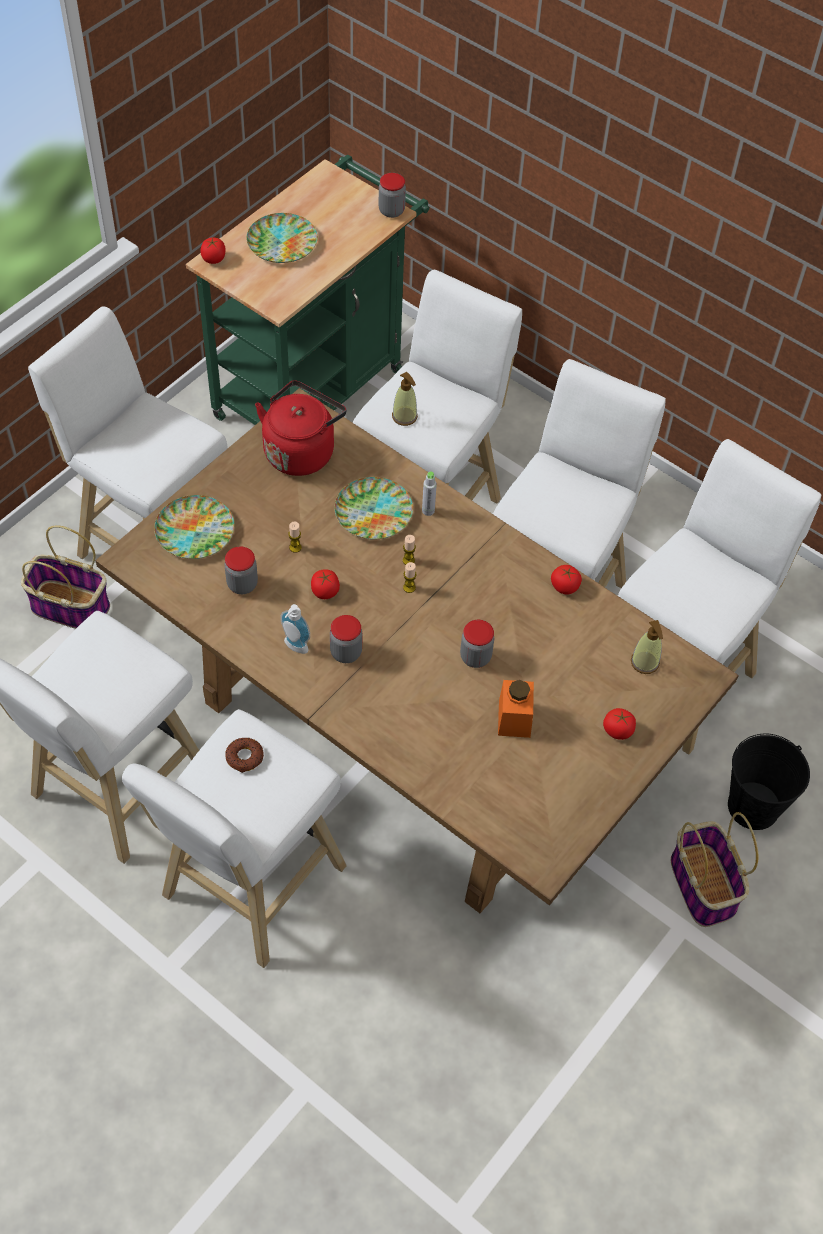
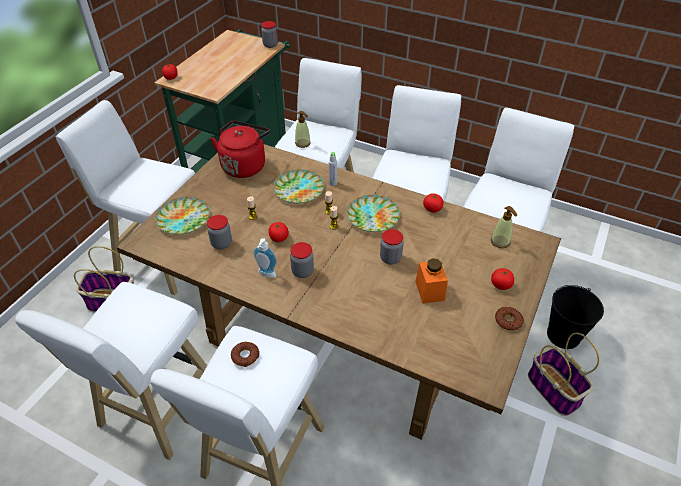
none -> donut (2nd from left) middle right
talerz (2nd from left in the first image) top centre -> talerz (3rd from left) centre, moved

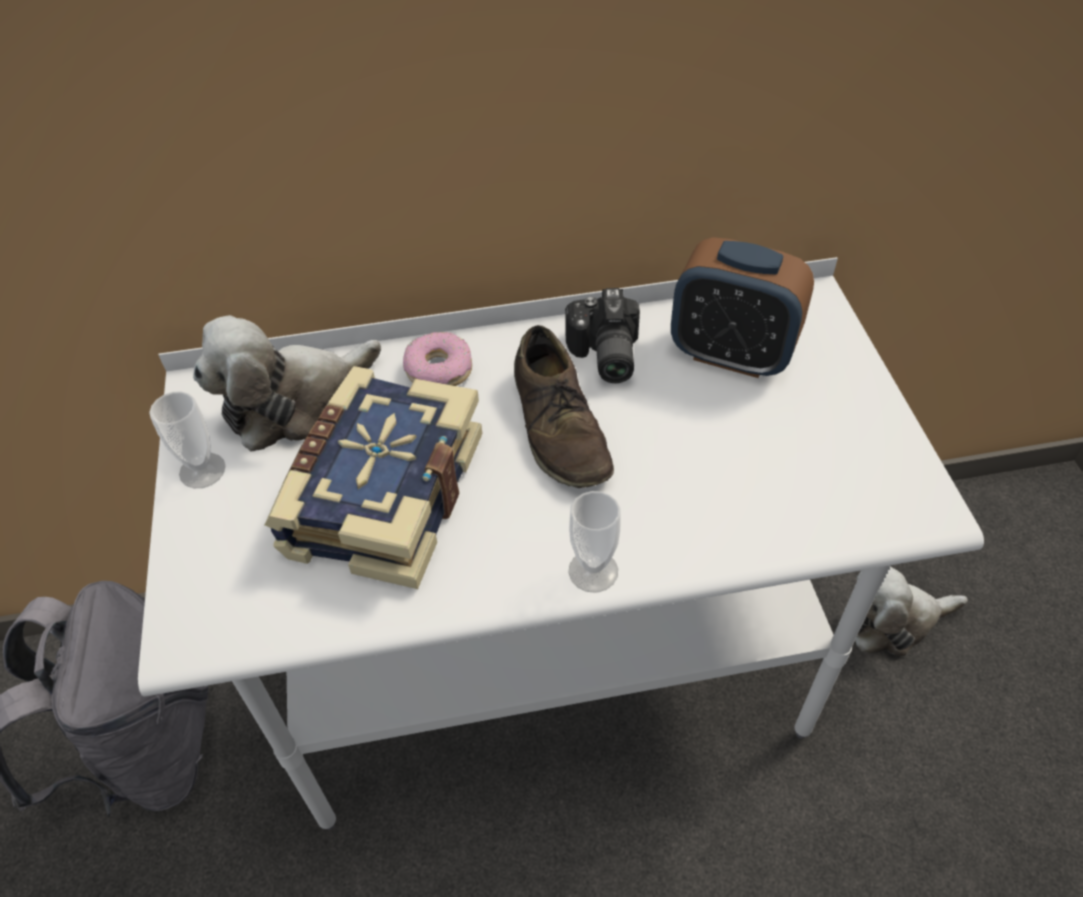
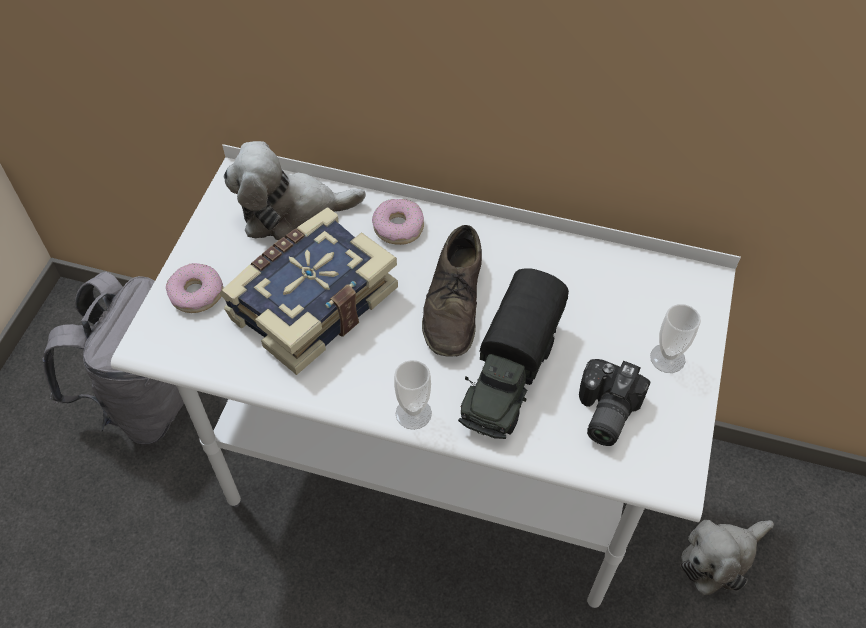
budzik middle right -> none
none -> donut (1st from left) middle left
none -> ciężarówka zabawkowa centre
filiżanka (1st from left in the first image) middle left -> filiżanka (2nd from left) middle right, moved
aparat fotograficzny centre -> aparat fotograficzny middle right, moved
pluszak (2nd from left) bottom right, 45 degrees counterclockwise

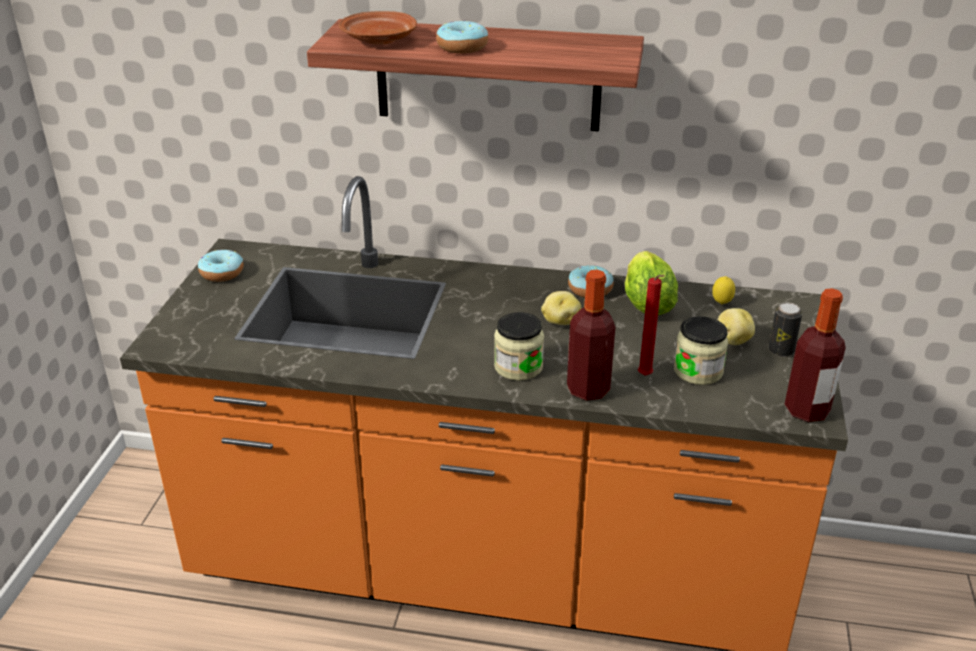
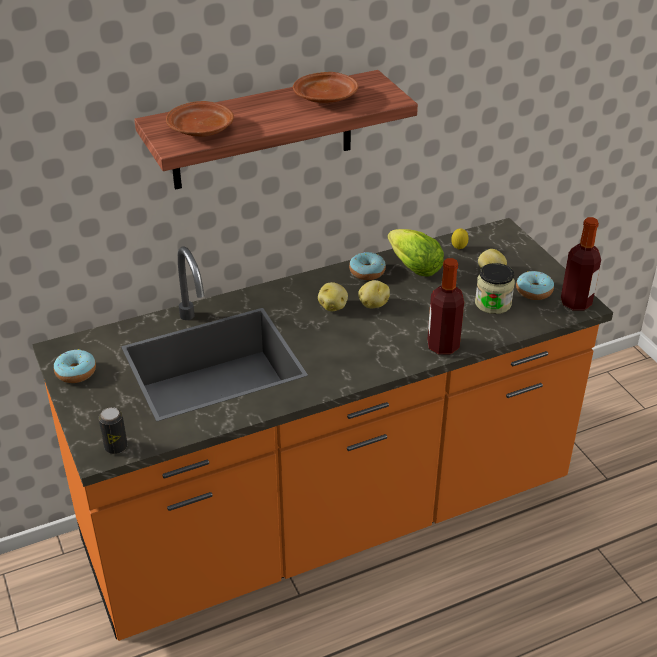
słoik (1st from left) centre -> none
świeca (czerwony) middle right -> none
none -> talerz (brązowy) (2nd from left) top centre
none -> ziemniak (1st from left) centre
donut (2nd from left in the first image) top centre -> donut (3rd from left) middle right, moved
puszka middle right -> puszka middle left, moved

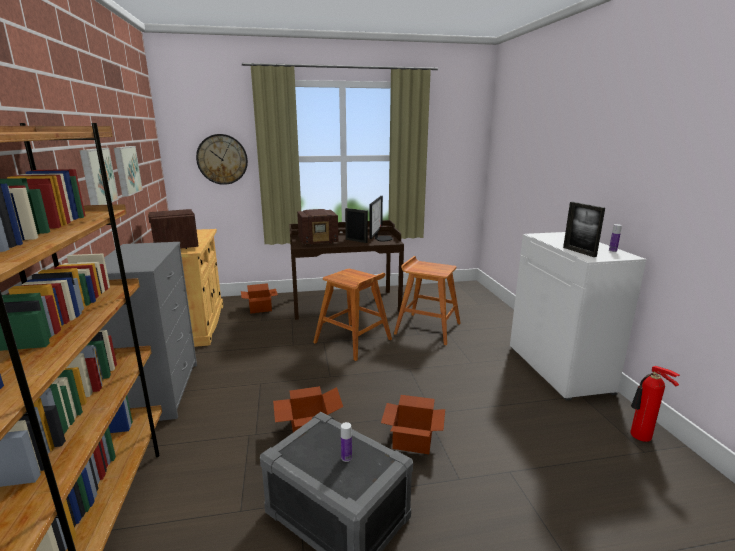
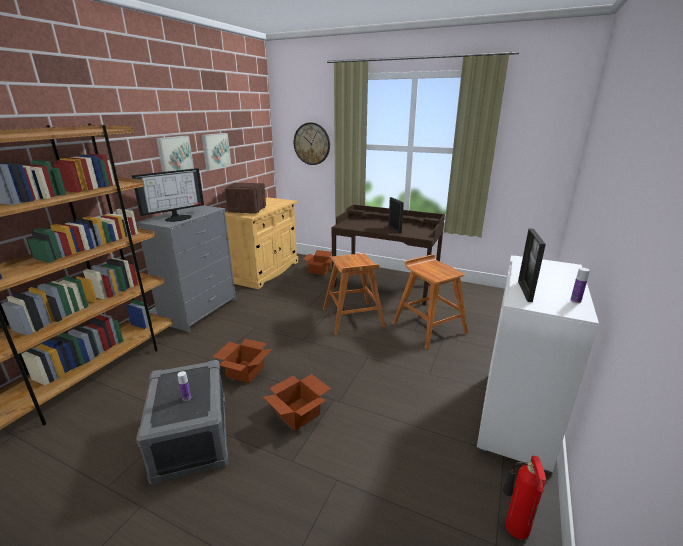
radio (2nd from left) centre -> none
monitor centre -> monitor middle left, moved

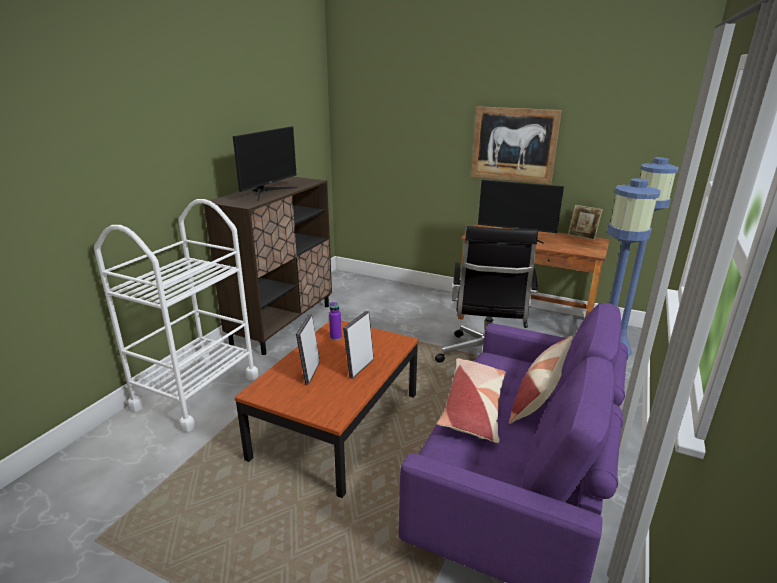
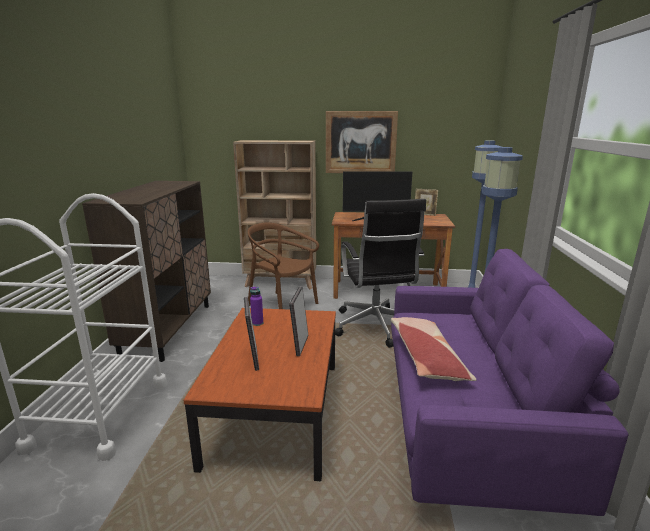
monitor (1st from left) top centre -> none
poduszka (2nd from left) middle right -> none
none -> regał (beżowy) centre
none -> krzesło (brązowy) centre

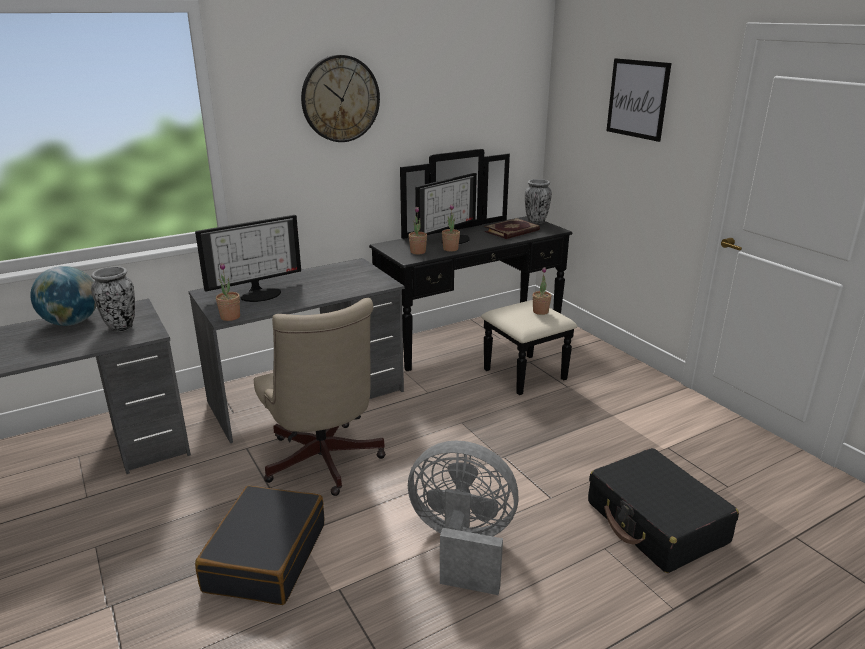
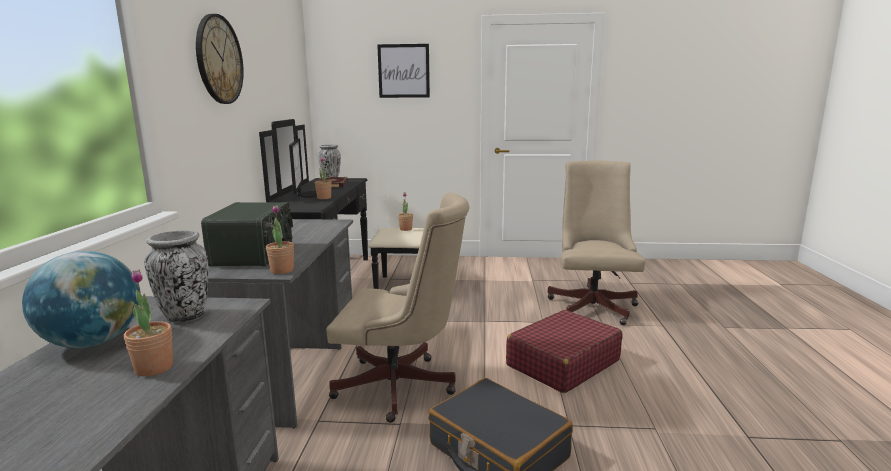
roślina doniczkowa (2nd from left in the first image) centre -> roślina doniczkowa (1st from left) bottom left, moved
monitor (1st from left) middle left -> radio middle left
wentylator (szary) bottom centre -> walizka (czerwony) bottom centre
walizka (czarny) (2nd from left) bottom right -> krzesło biurowe (beżowy) (2nd from left) middle right

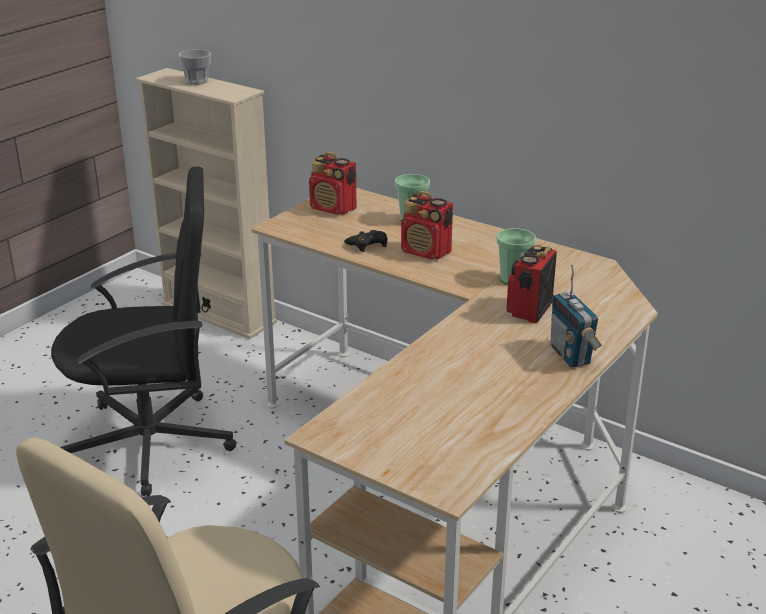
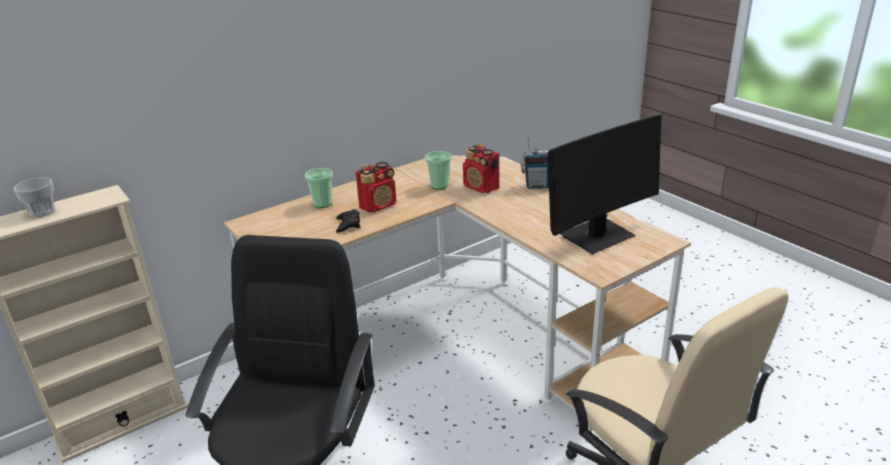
radio (1st from left) top centre -> none
none -> monitor middle right

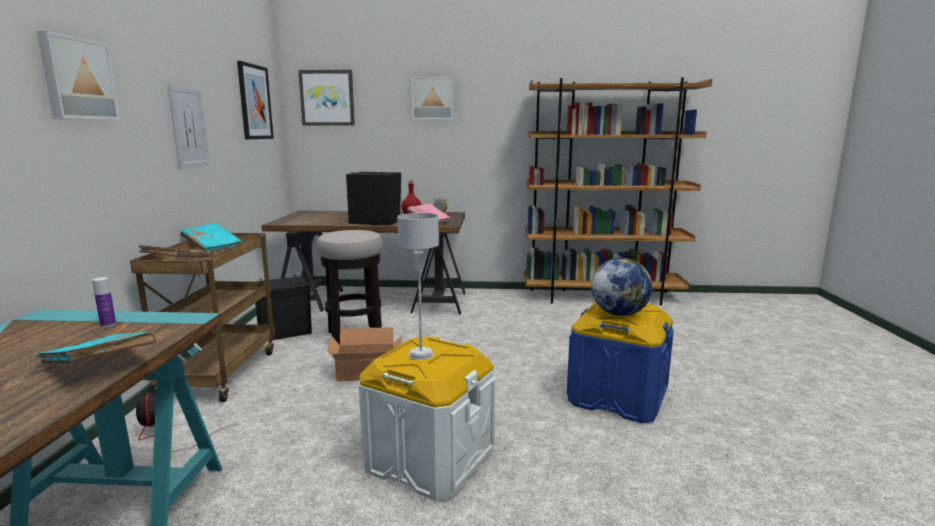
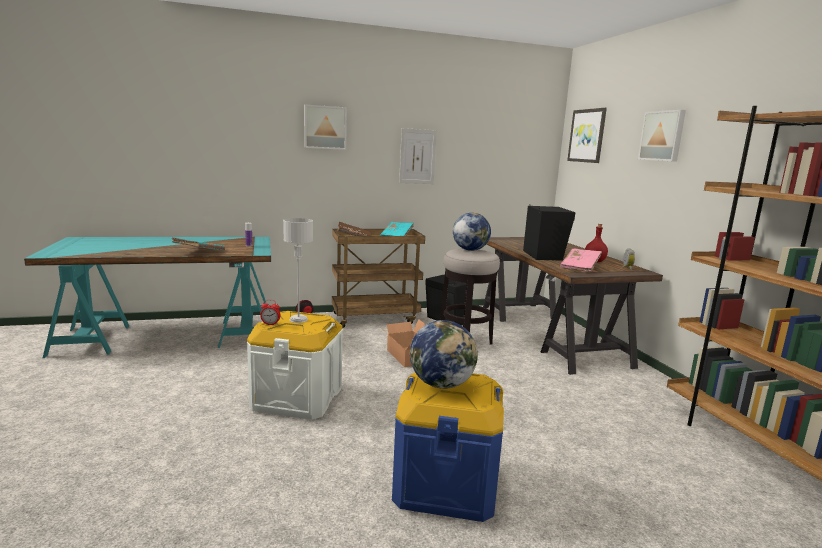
obraz (3rd from left) top left -> none
none -> budzik (1st from left) middle left
none -> globus (2nd from left) centre

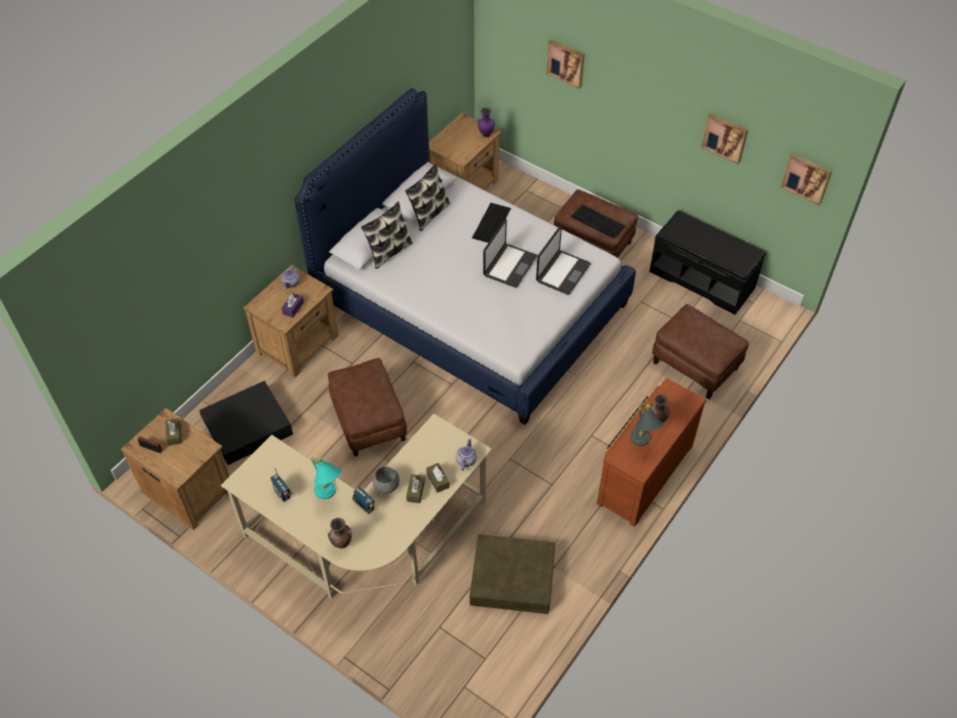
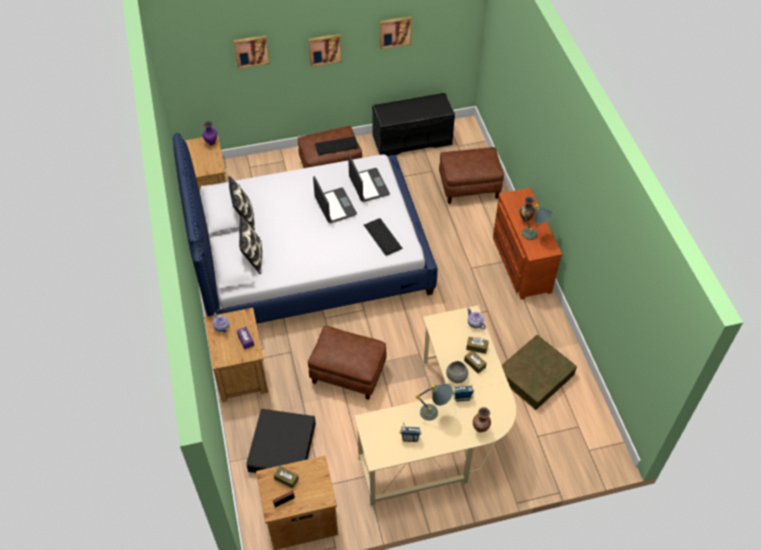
klawiatura (1st from left in the first image) top centre -> klawiatura (2nd from left) centre, moved
obraz (3rd from left in the first image) top right -> obraz (2nd from left) top centre, moved
lampa stołowa (turkusowy) centre -> lampa stołowa (szary) (1st from left) bottom centre

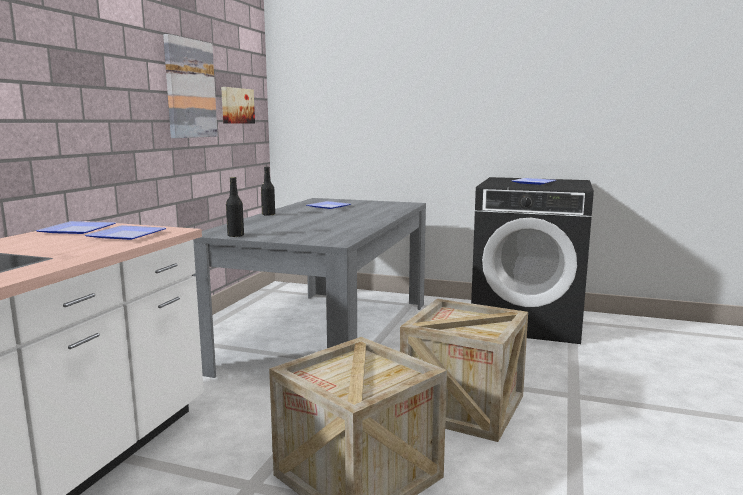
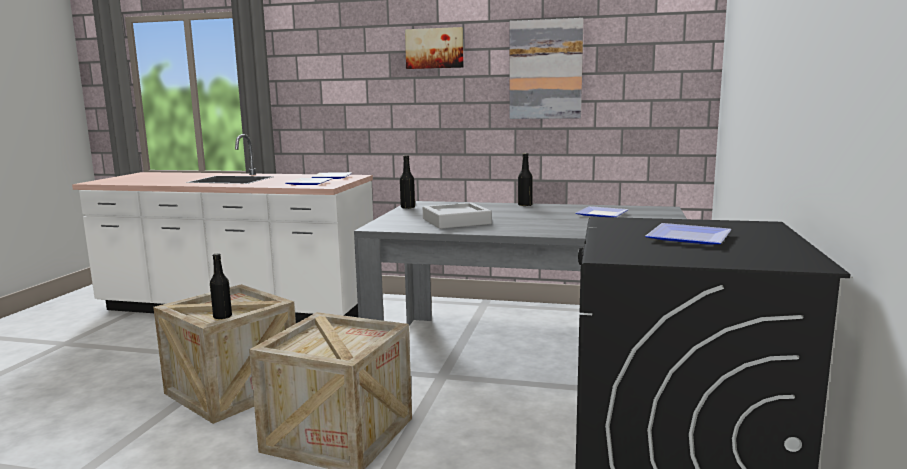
none -> butelka (czarny) (1st from left) middle left
none -> taca (szary) centre
obraz (2nd from left in the first image) top left -> obraz (1st from left) top centre, moved

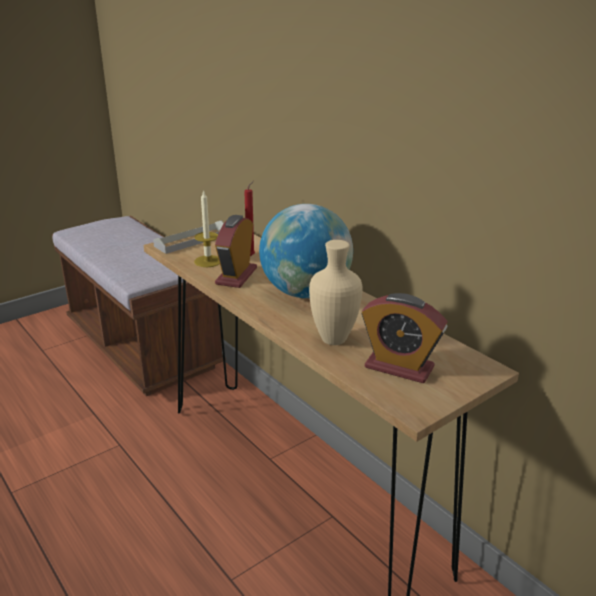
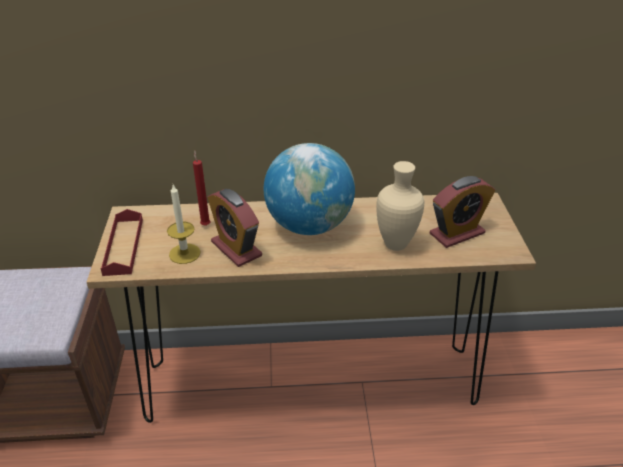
taca (szary) middle left -> taca (czerwony) middle left

